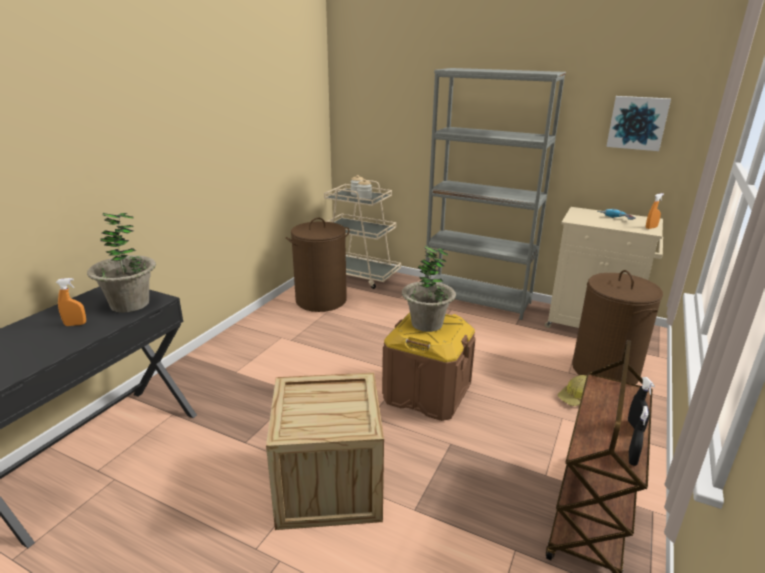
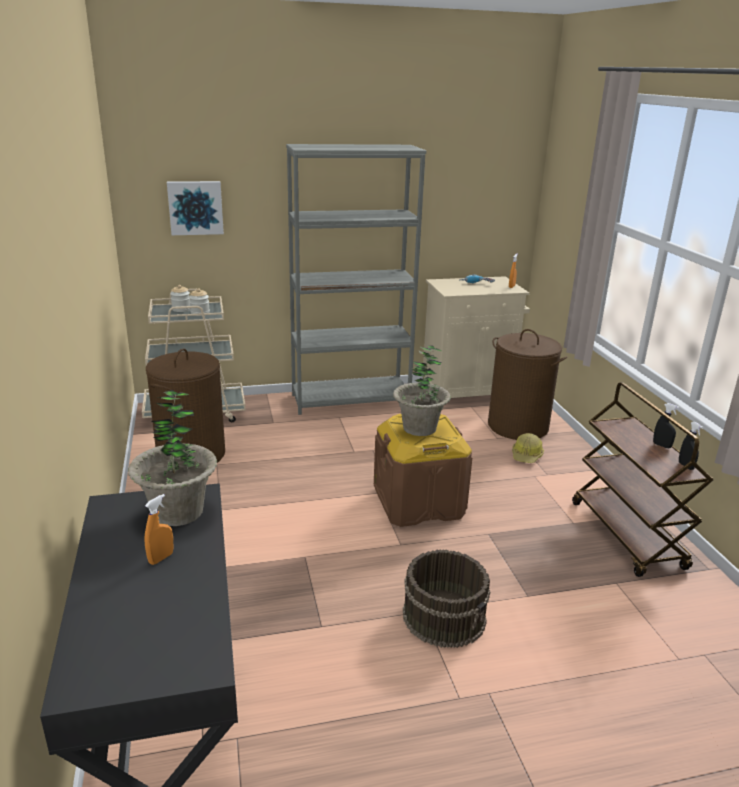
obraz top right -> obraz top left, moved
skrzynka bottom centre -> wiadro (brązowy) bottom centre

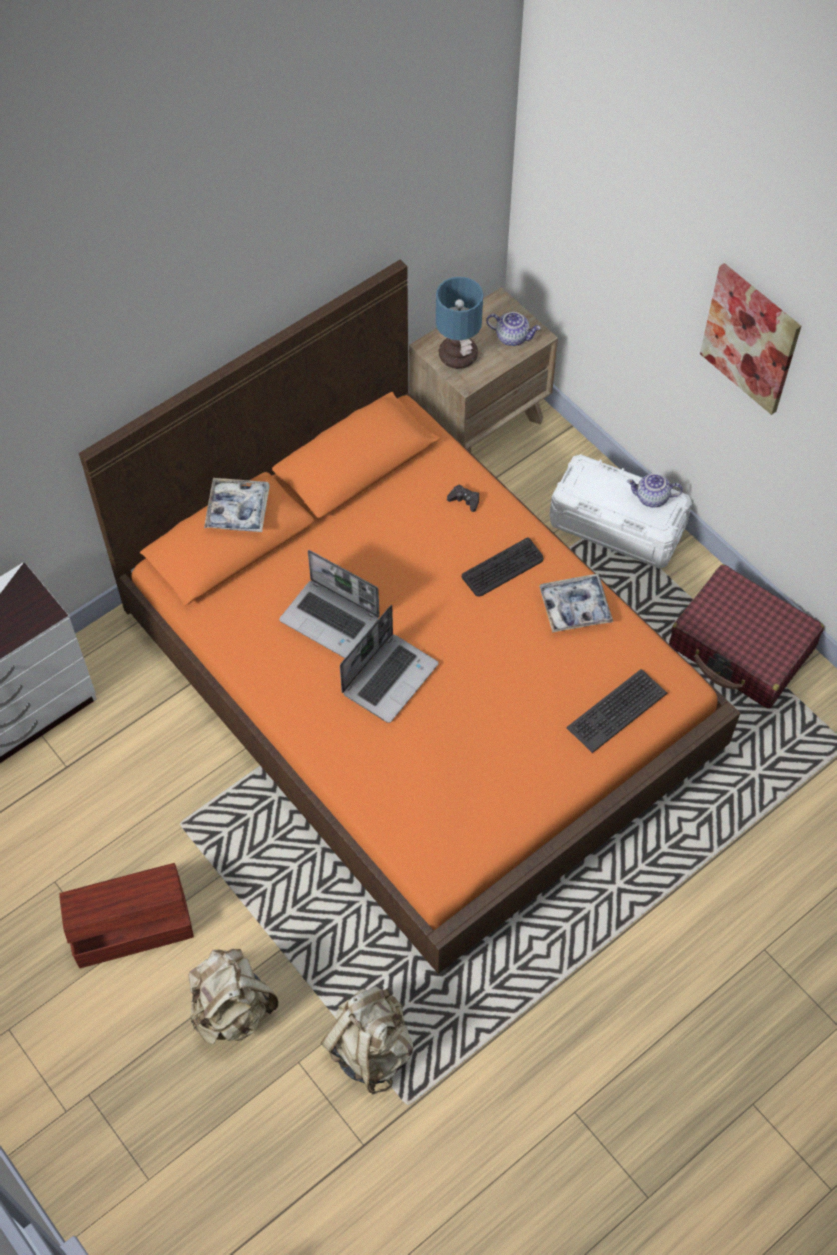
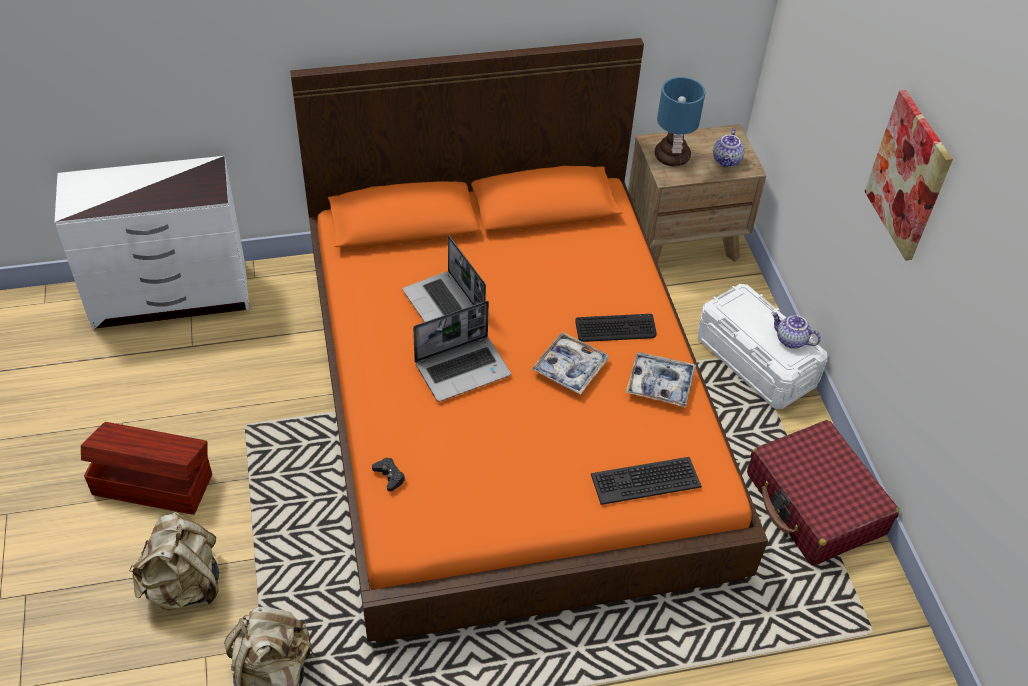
taca (1st from left) middle left -> taca (1st from left) centre, moved
pad do gier (czarny) centre -> pad do gier (czarny) bottom centre, moved
imbryk (1st from left) top centre -> imbryk (1st from left) top right, 60 degrees clockwise

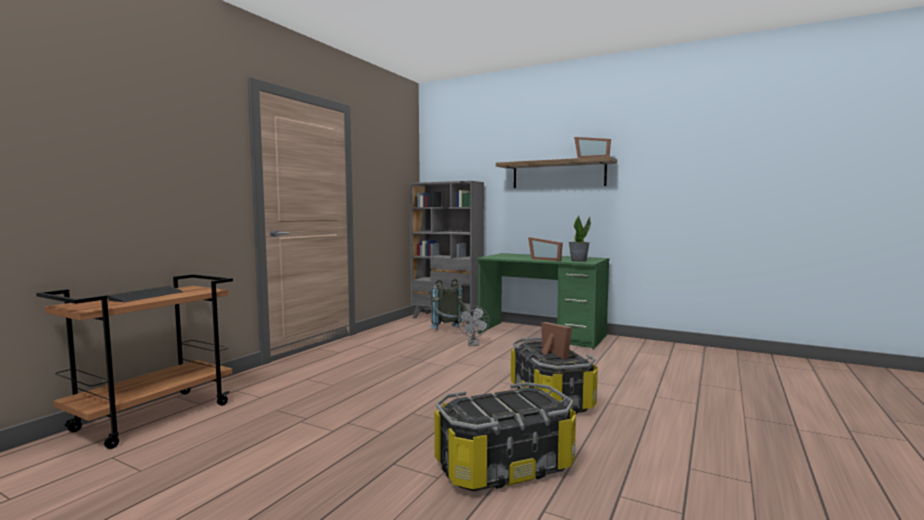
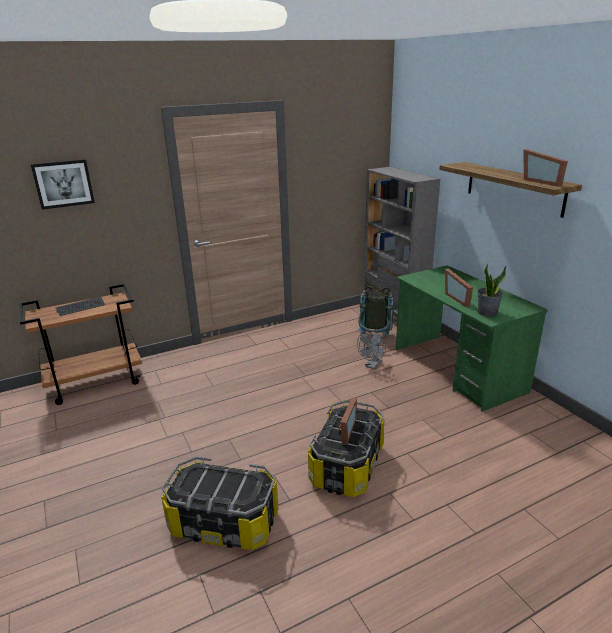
none -> obraz top left

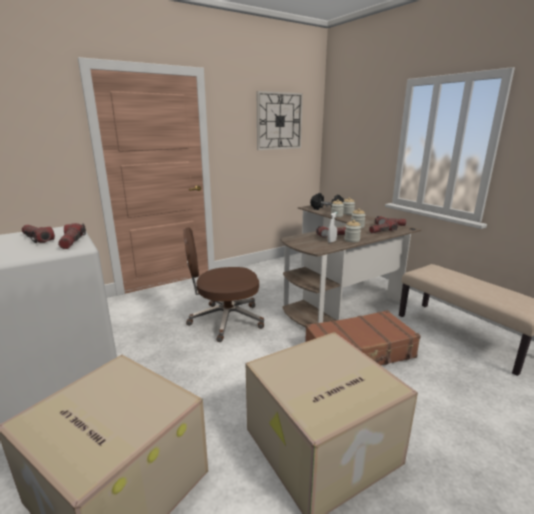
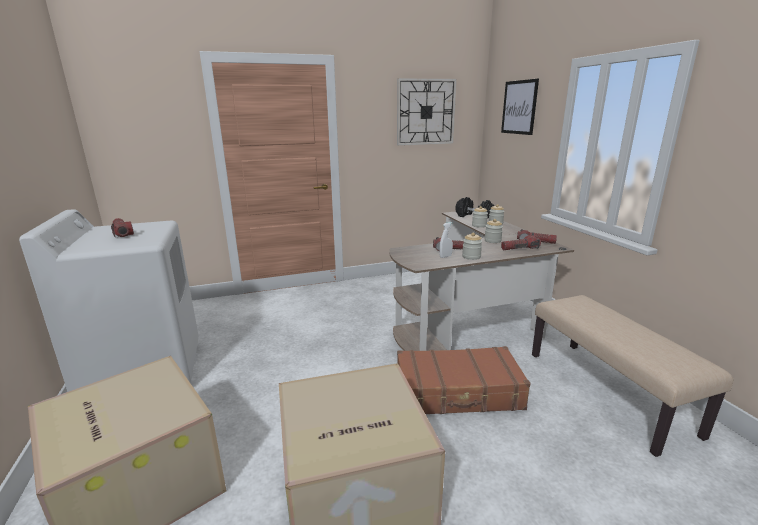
latarka (2nd from left) middle left -> none
krzesło biurowe (brązowy) centre -> none
none -> obraz top right

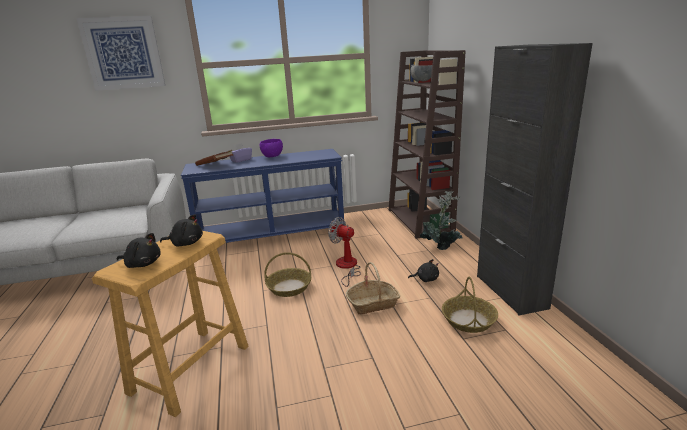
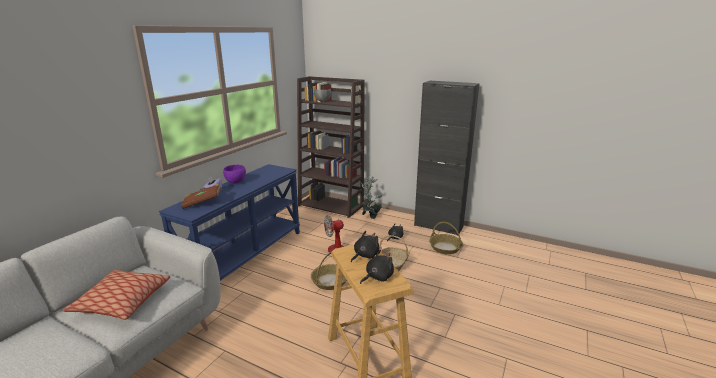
obraz top left -> none
none -> poduszka bottom left

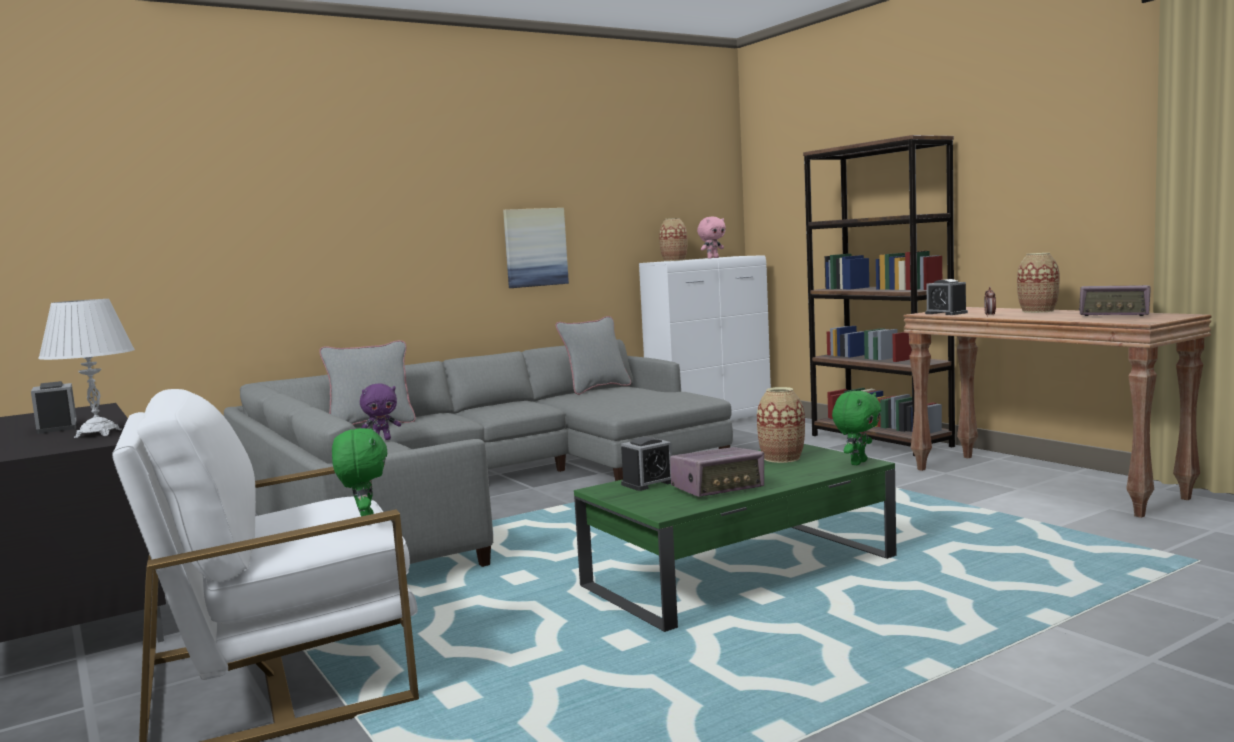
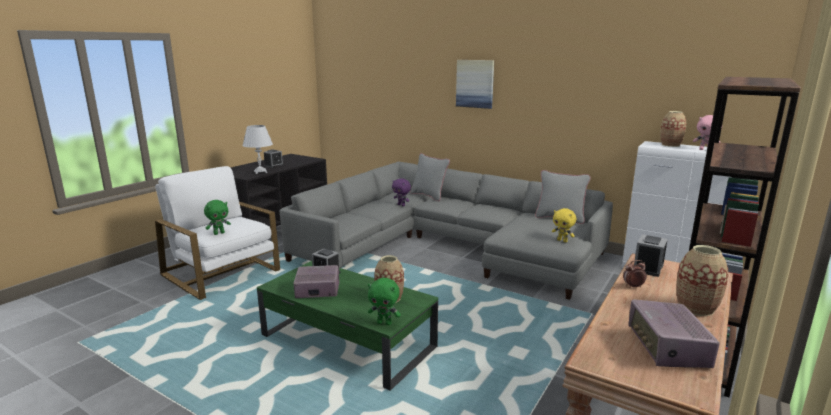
none -> pluszak (żółty) middle right
obraz centre -> obraz top centre, moved
radio (1st from left) centre -> radio (1st from left) bottom centre, 135 degrees clockwise

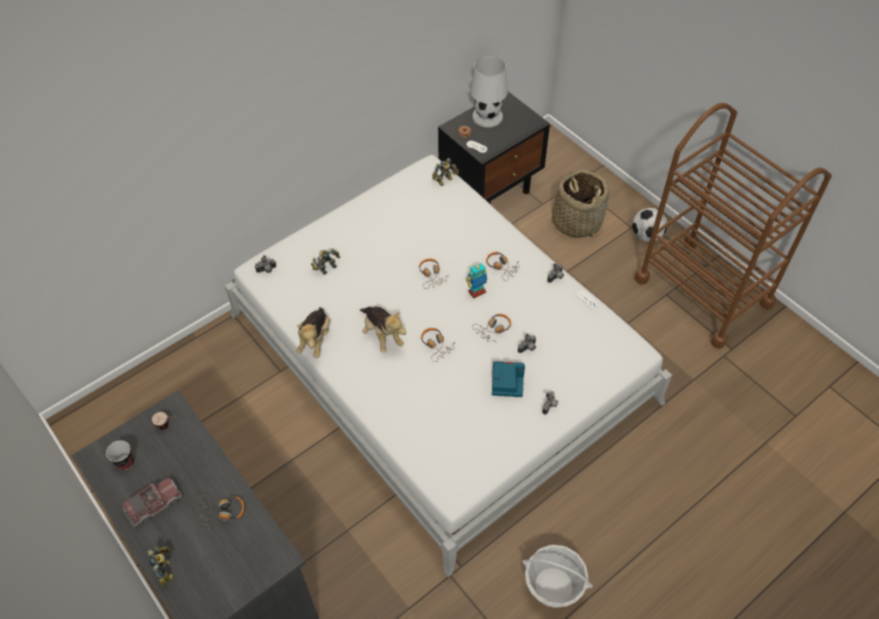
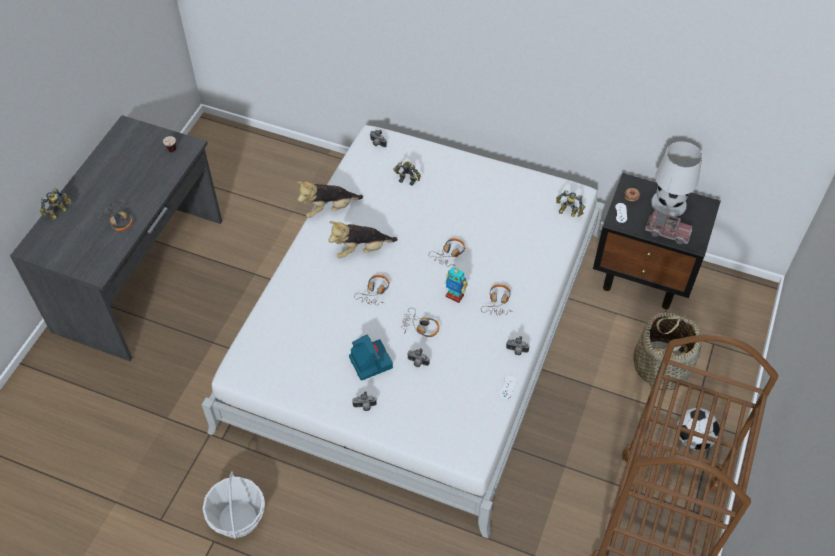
filiżanka (1st from left) bottom left -> none
ciężarówka zabawkowa bottom left -> ciężarówka zabawkowa middle right, moved
pluszak (2nd from left) centre, 45 degrees clockwise

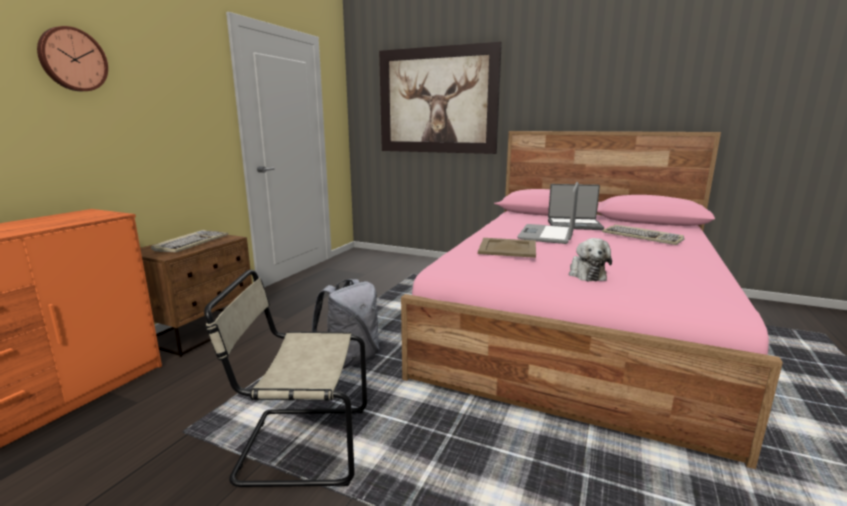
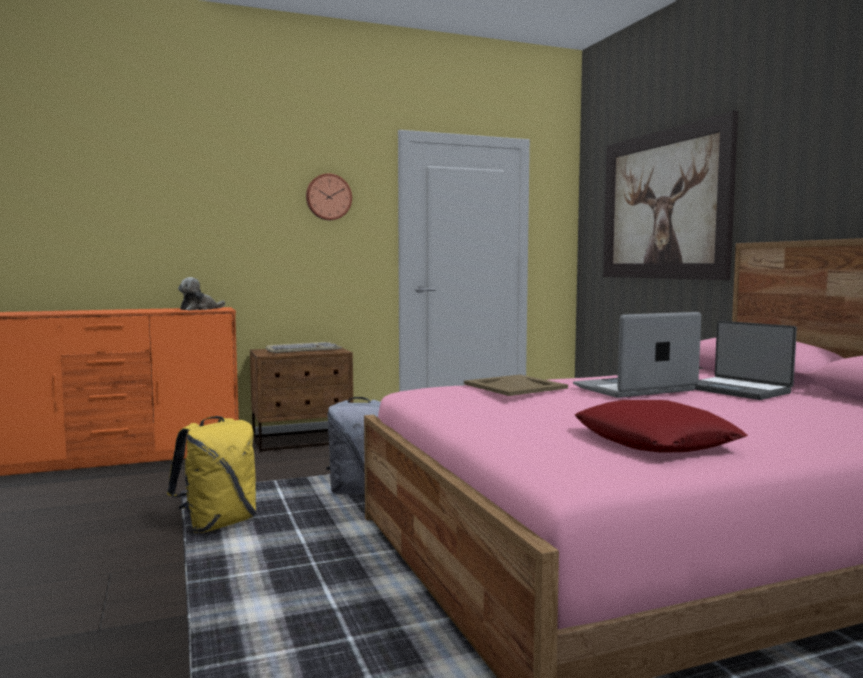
klawiatura (2nd from left) middle right -> none
none -> poduszka (czerwony) middle right
zegar ścienny top left -> zegar ścienny top centre, moved
pluszak middle right -> pluszak middle left, moved
krzesło (beżowy) bottom centre -> plecak (żółty) bottom left

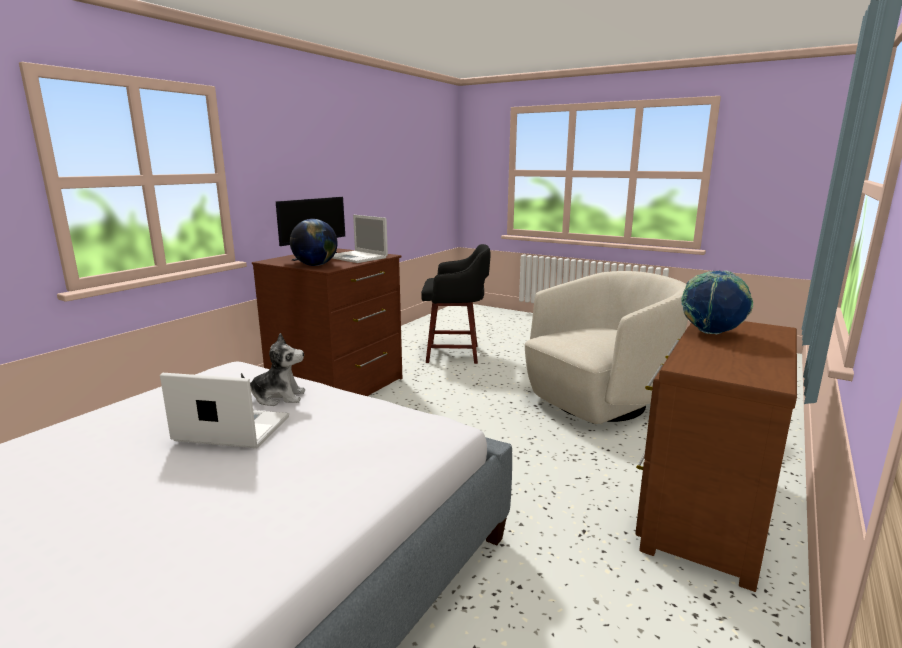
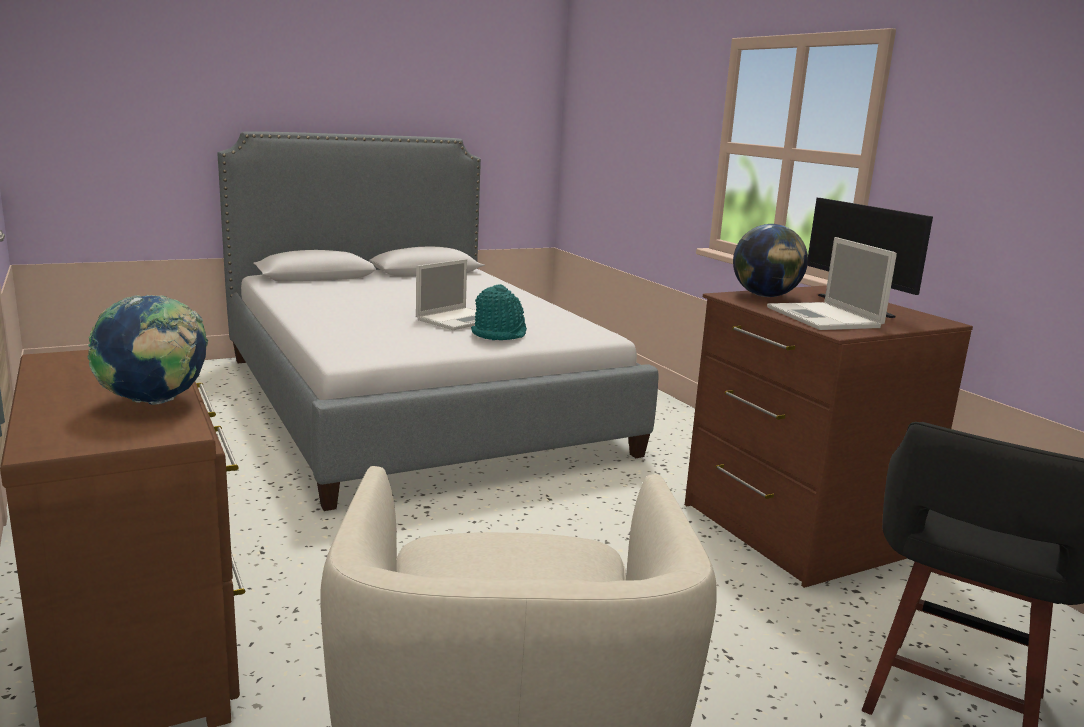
pluszak middle left -> kapelusz (turkusowy) centre
laptop (2nd from left) centre -> laptop (2nd from left) middle right, 90 degrees counterclockwise

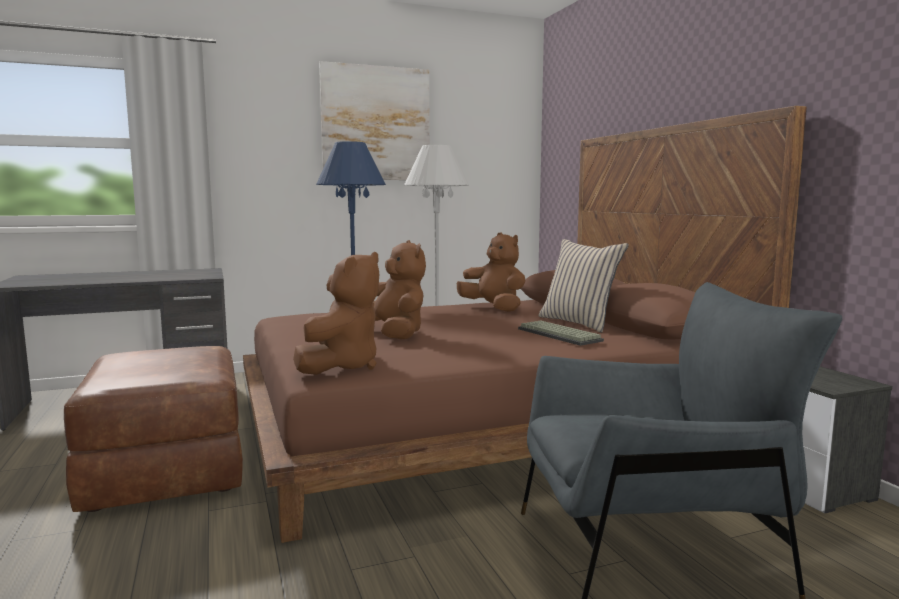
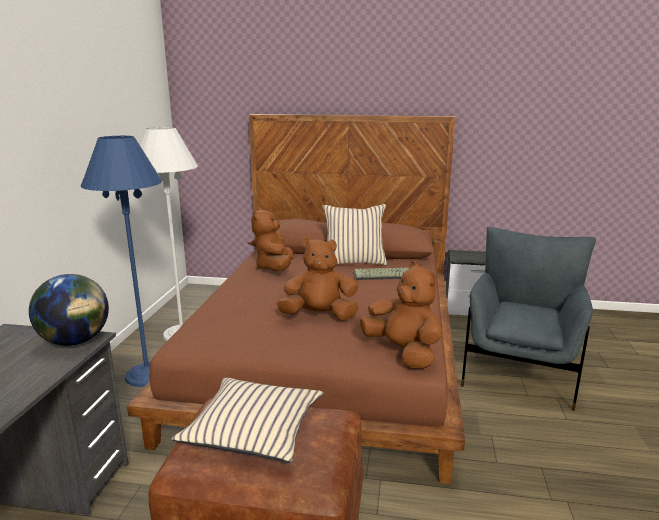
obraz top centre -> none
none -> globus middle left
none -> poduszka (beżowy) (1st from left) bottom centre
pluszak (brązowy) (3rd from left in the first image) centre -> pluszak (brązowy) (1st from left) centre, 75 degrees counterclockwise

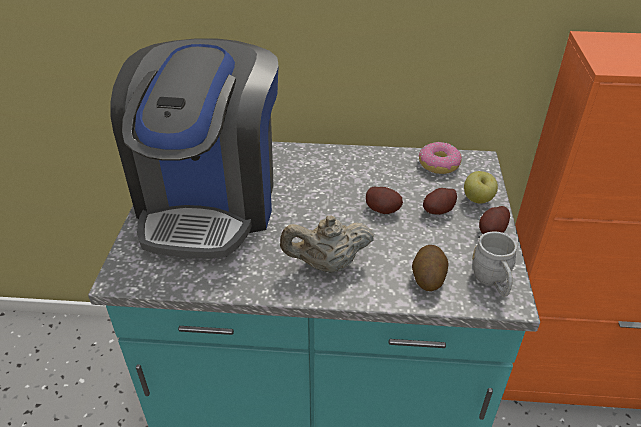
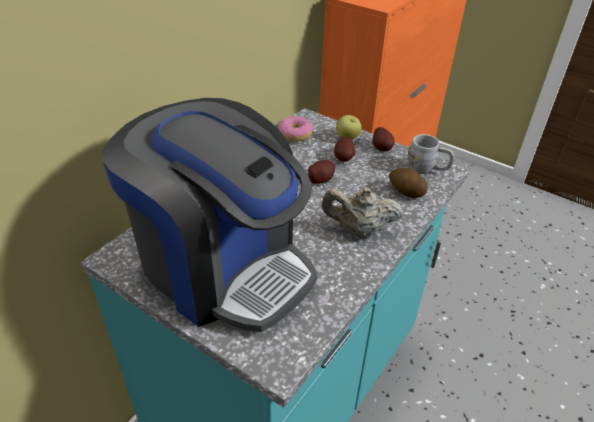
imbryk (beżowy) centre, 75 degrees clockwise

